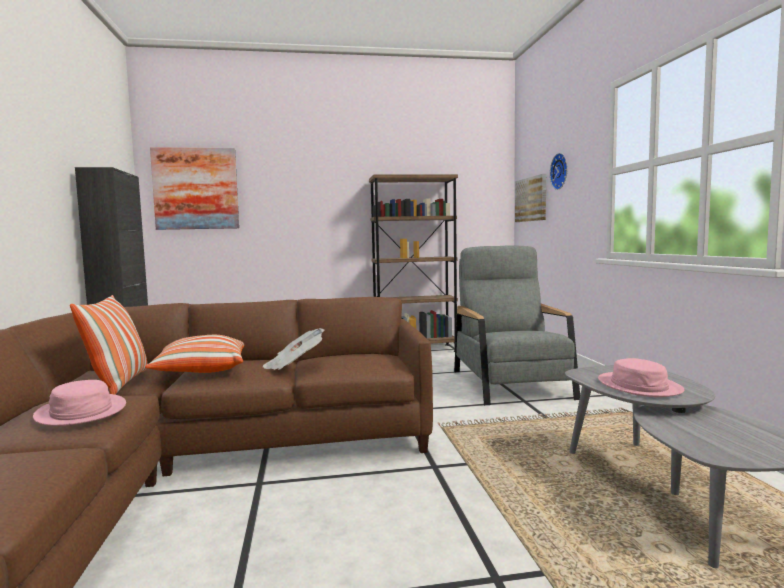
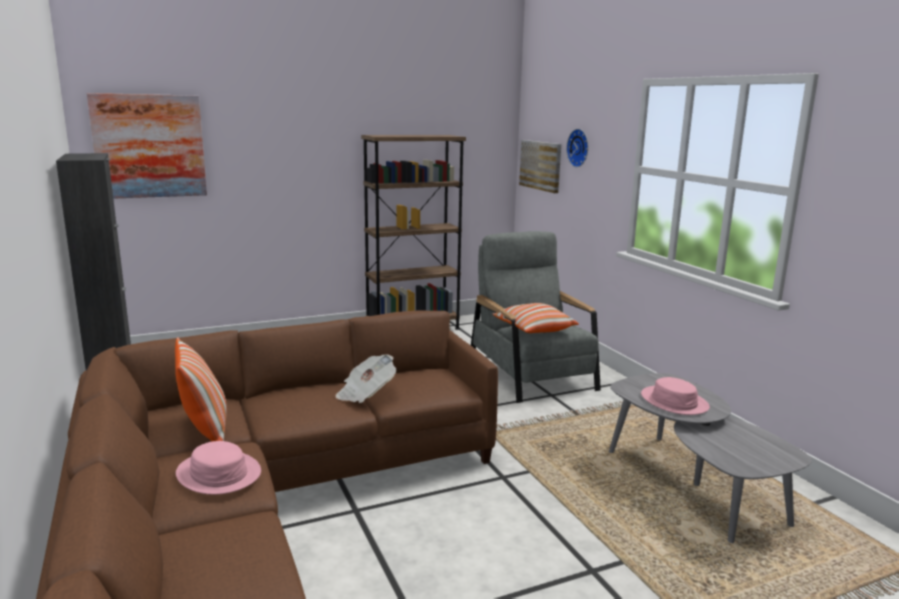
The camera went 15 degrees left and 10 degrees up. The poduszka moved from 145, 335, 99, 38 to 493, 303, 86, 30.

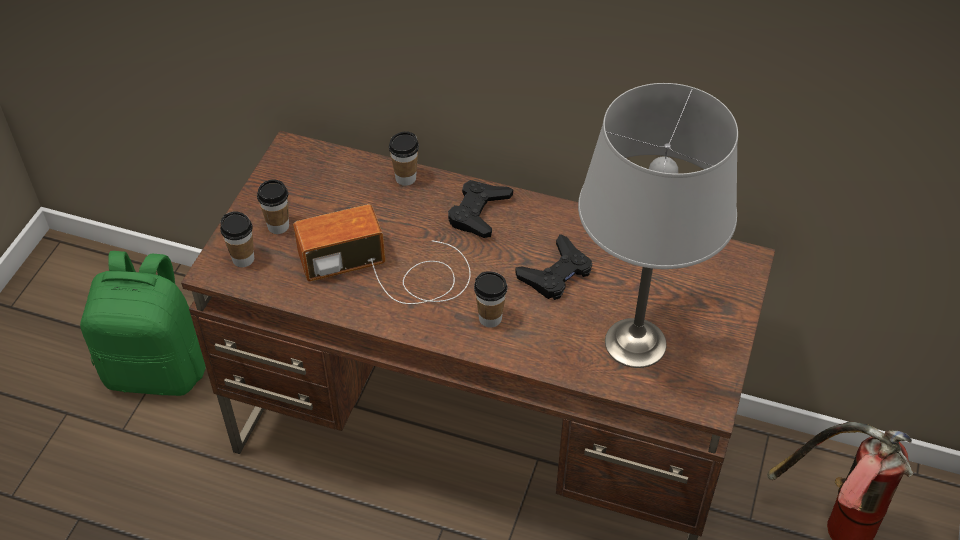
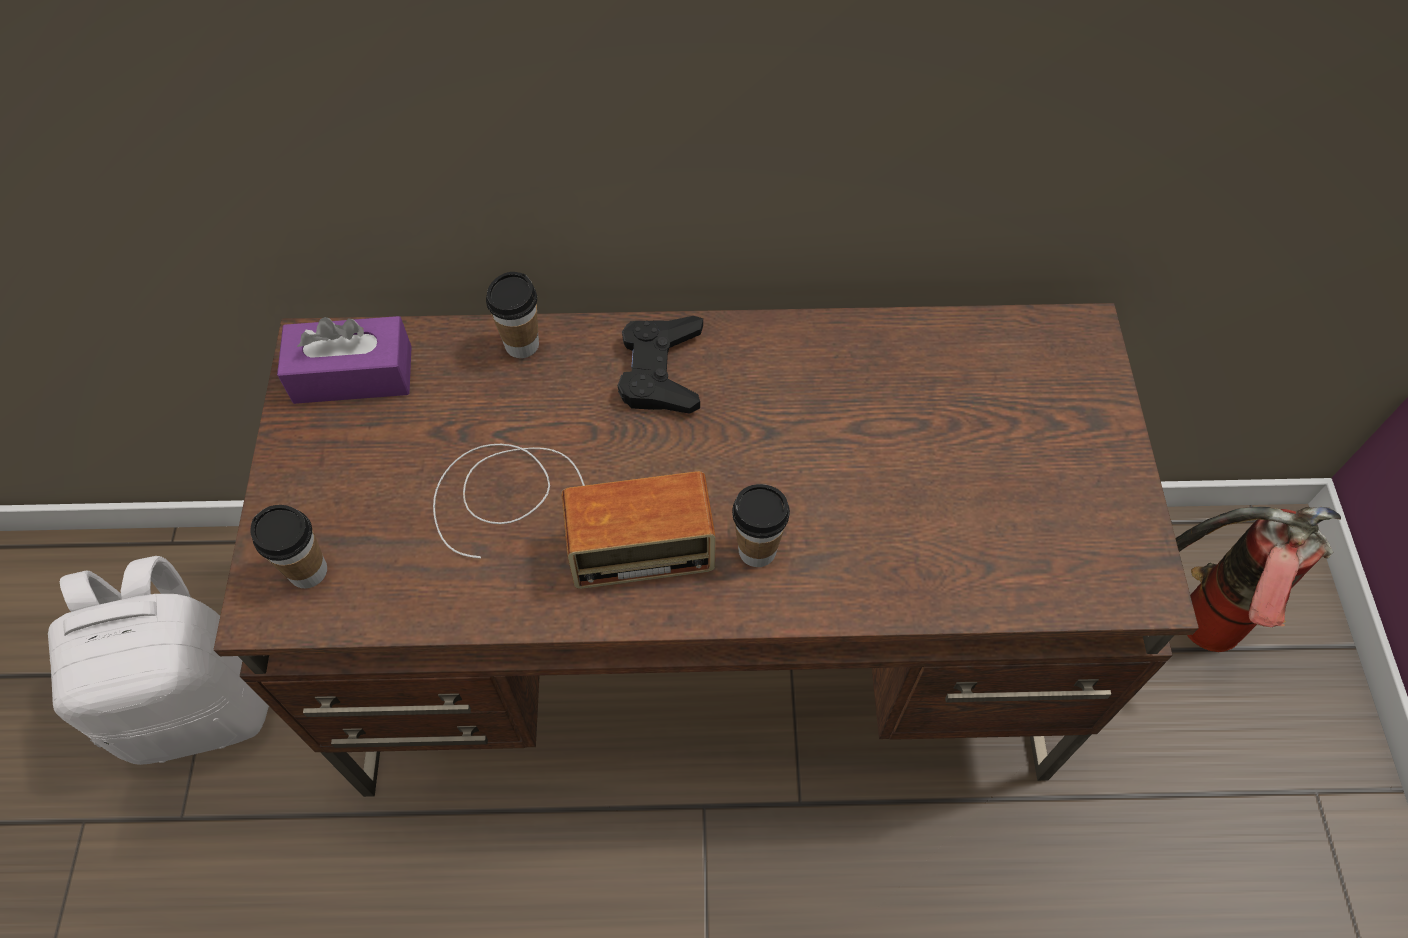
The camera went 20 degrees left and 10 degrees up. The lampa stołowa/szary at 578, 83, 160, 285 disappeared. The filiżanka at 257, 180, 32, 54 disappeared. The radio at 293, 204, 178, 100 turned 150 degrees counterclockwise. The pad do gier/czarny at 515, 234, 77, 66 disappeared. The plecak/zielony at 80, 251, 126, 145 became the plecak/biały at 48, 556, 221, 209. The pudełko chusteczek/fioletowy at 277, 316, 135, 88 appeared.

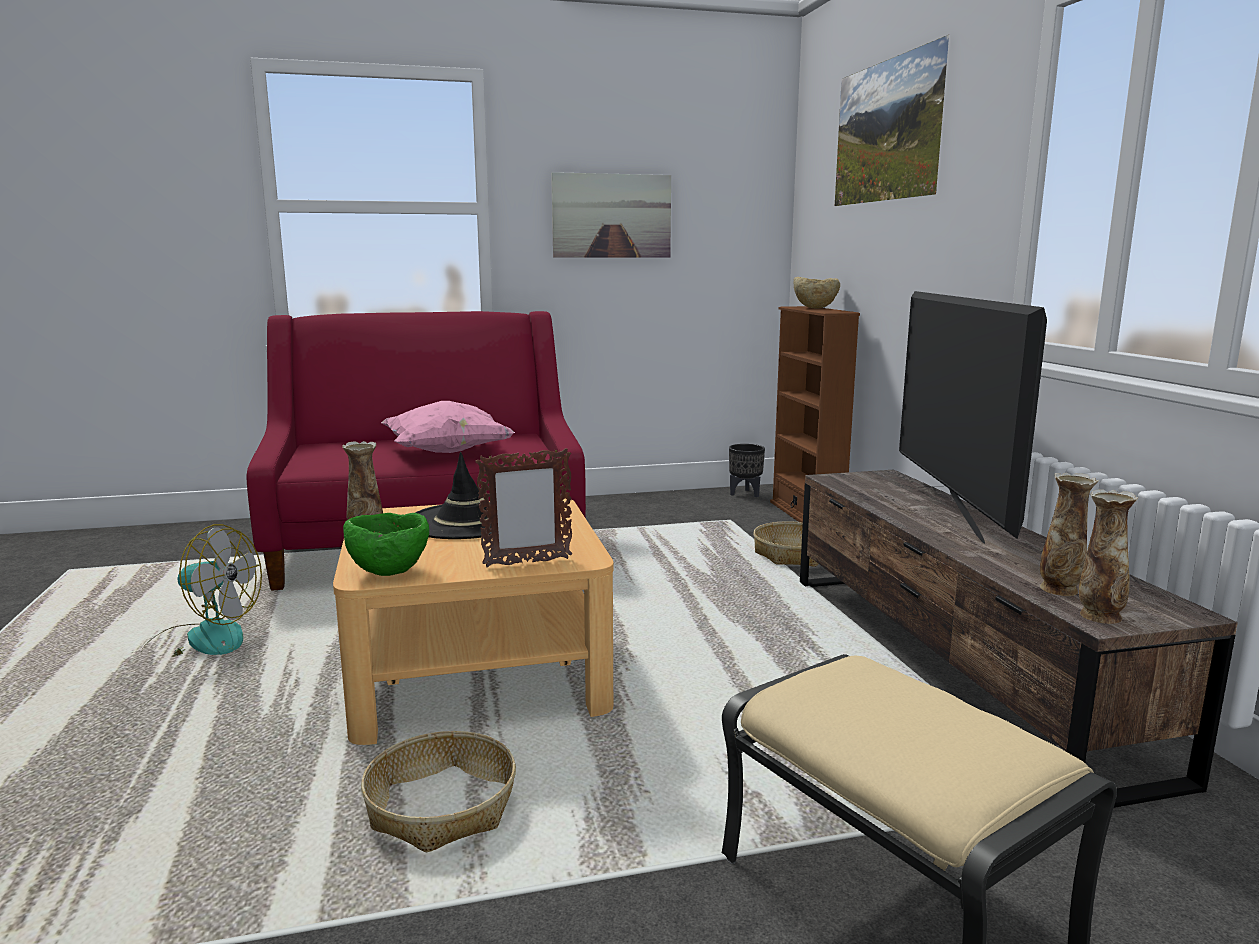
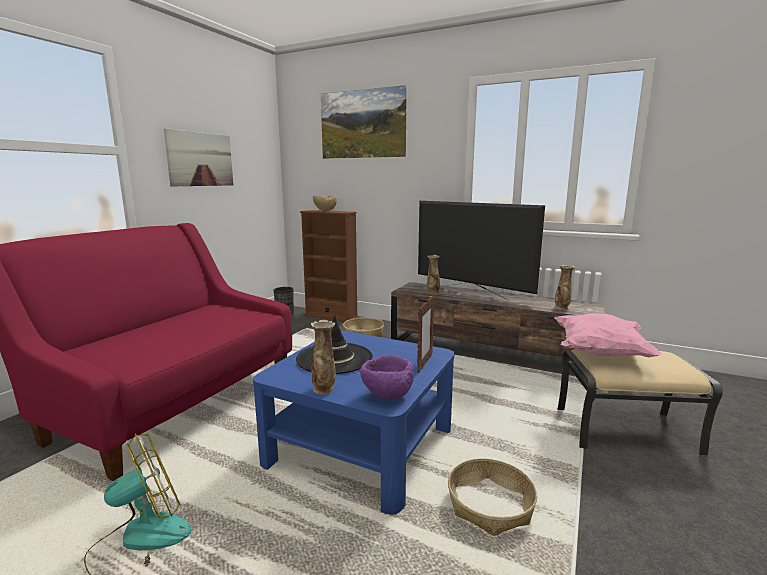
The camera went 50 degrees left and 0 degrees up. The poduszka/różowy moved from 381, 401, 134, 52 to 554, 313, 107, 45. The wazon moved from 1079, 489, 60, 135 to 427, 255, 13, 40. The ława/beżowy at 333, 499, 281, 246 became the ława/niebieski at 253, 331, 201, 184. The miska/zielony at 343, 513, 86, 63 became the miska/fioletowy at 360, 355, 54, 45.

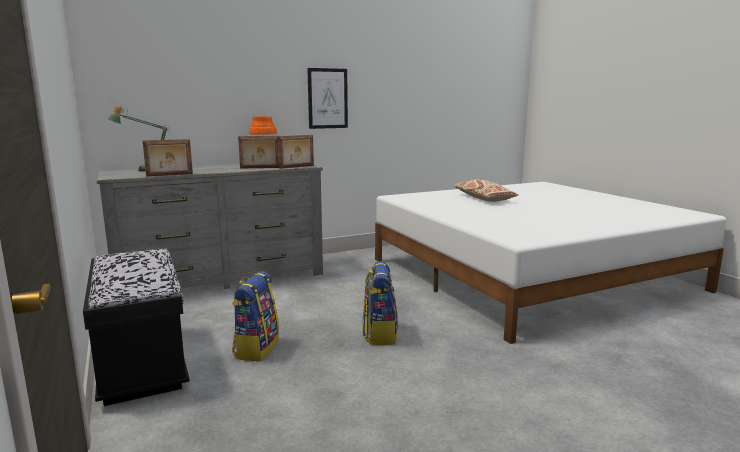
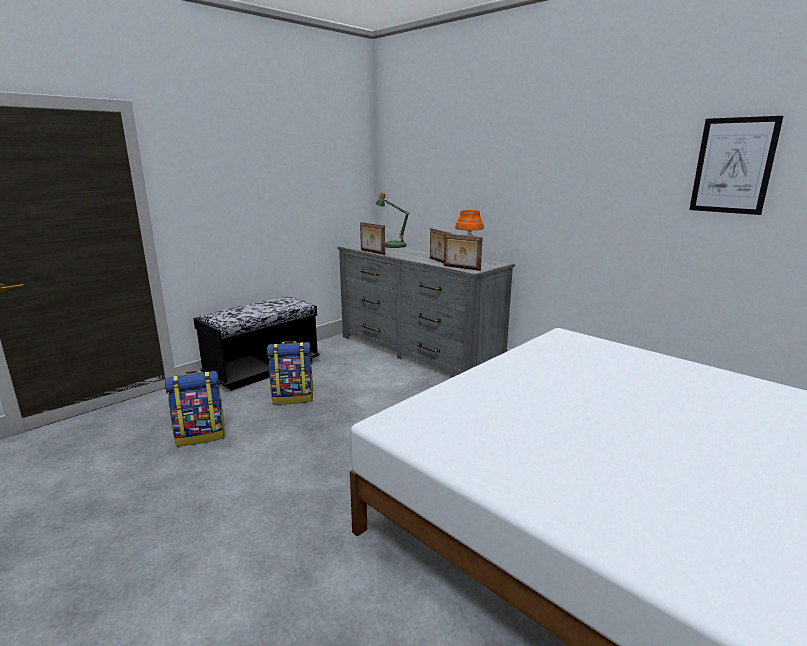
The camera went 70 degrees right and 5 degrees up. The obraz moved from 307, 68, 41, 61 to 689, 116, 94, 99. The poduszka/beżowy at 454, 180, 64, 22 disappeared. The plecak moved from 362, 261, 36, 84 to 165, 371, 60, 76.

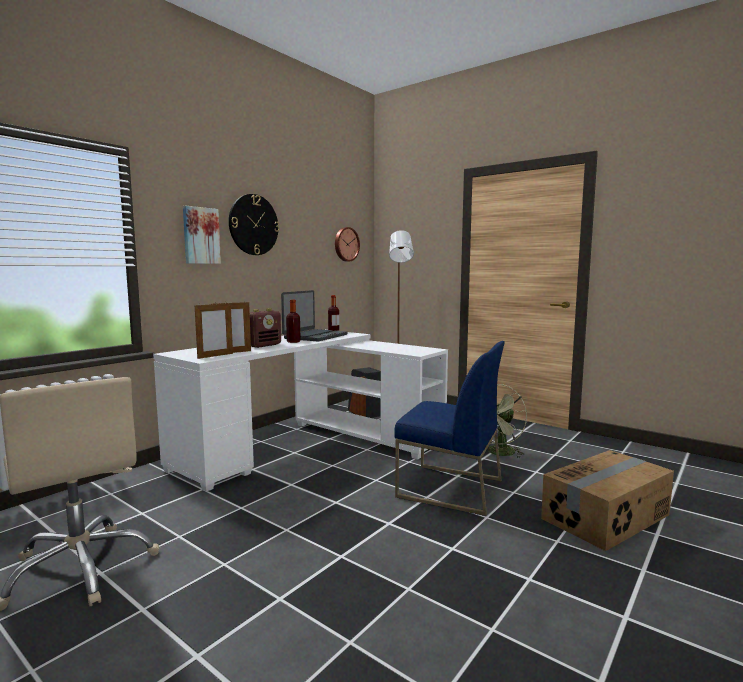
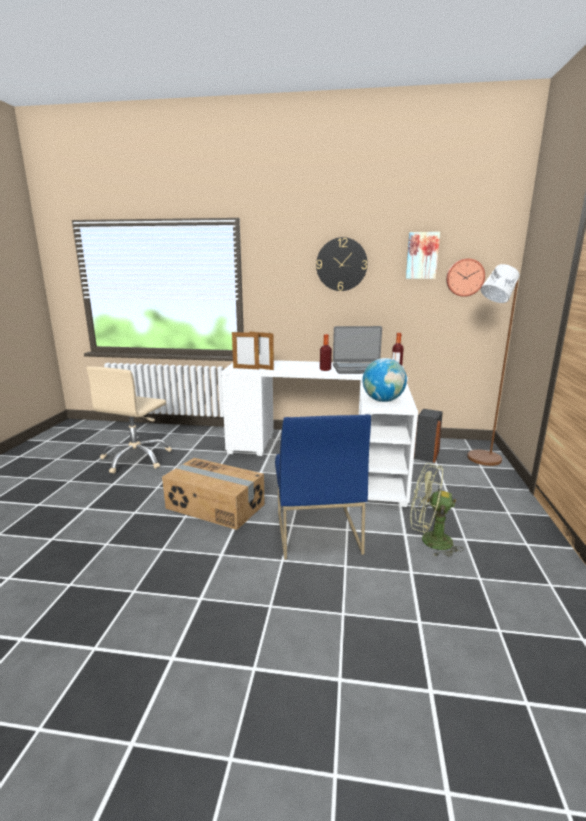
The camera went 60 degrees right and 10 degrees up. The obraz moved from 183, 206, 38, 58 to 406, 232, 34, 47. The radio at 250, 308, 31, 40 disappeared. The karton moved from 541, 450, 133, 101 to 162, 458, 103, 72. The globus at 363, 358, 44, 44 appeared.

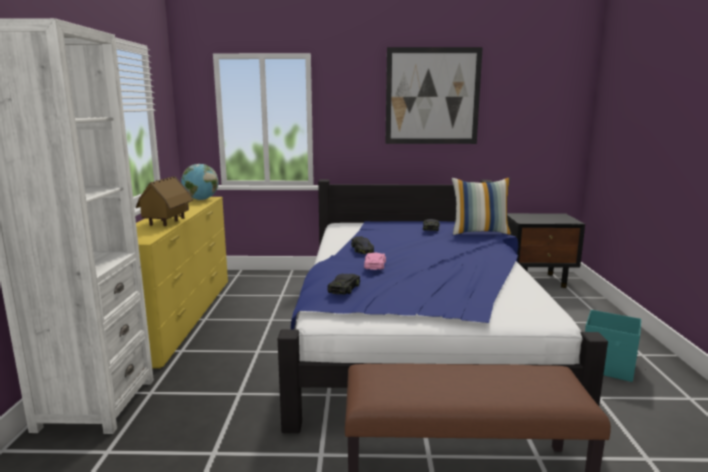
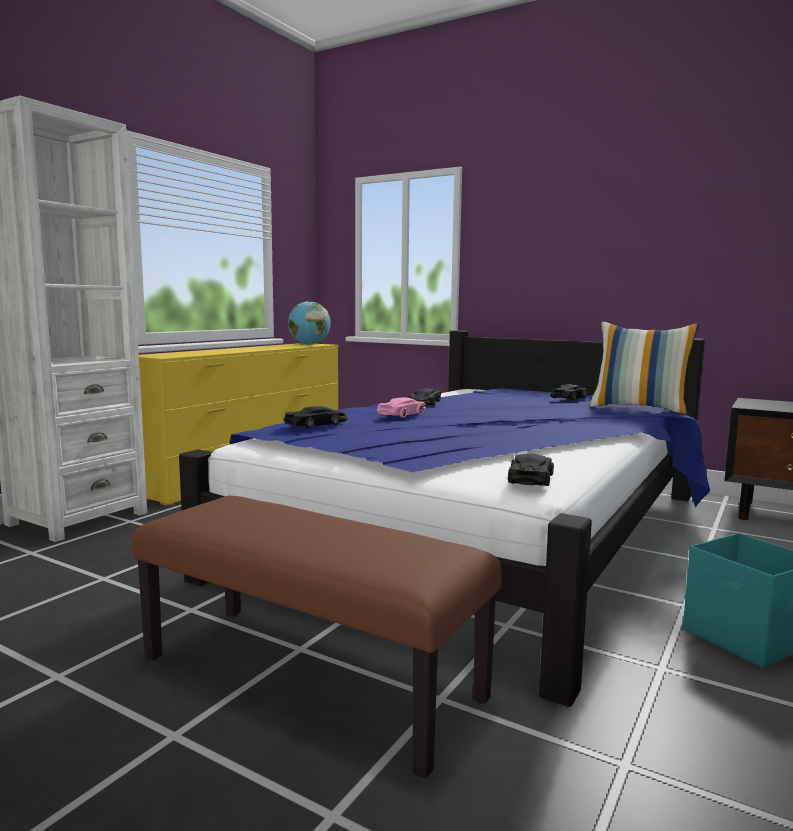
The camera went 30 degrees right and 5 degrees down. The obraz at 385, 47, 98, 97 disappeared. The domek at 136, 176, 57, 50 disappeared. The samochodzik/czarny at 508, 454, 46, 32 appeared.

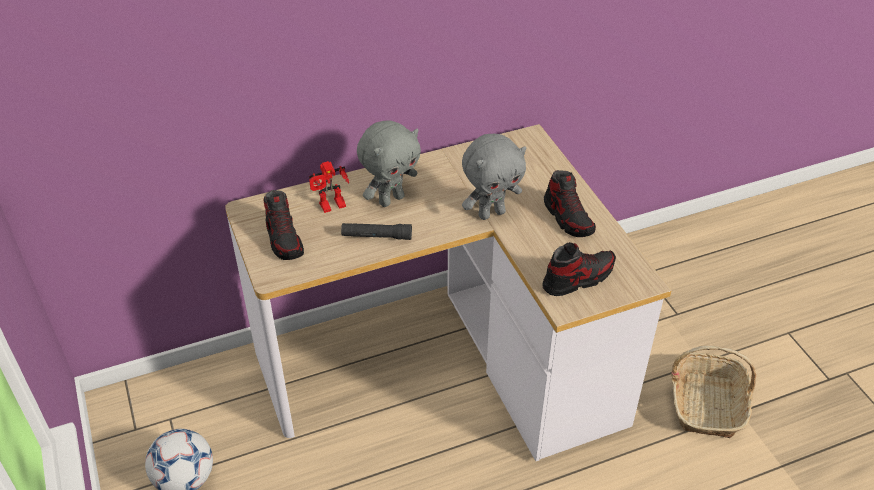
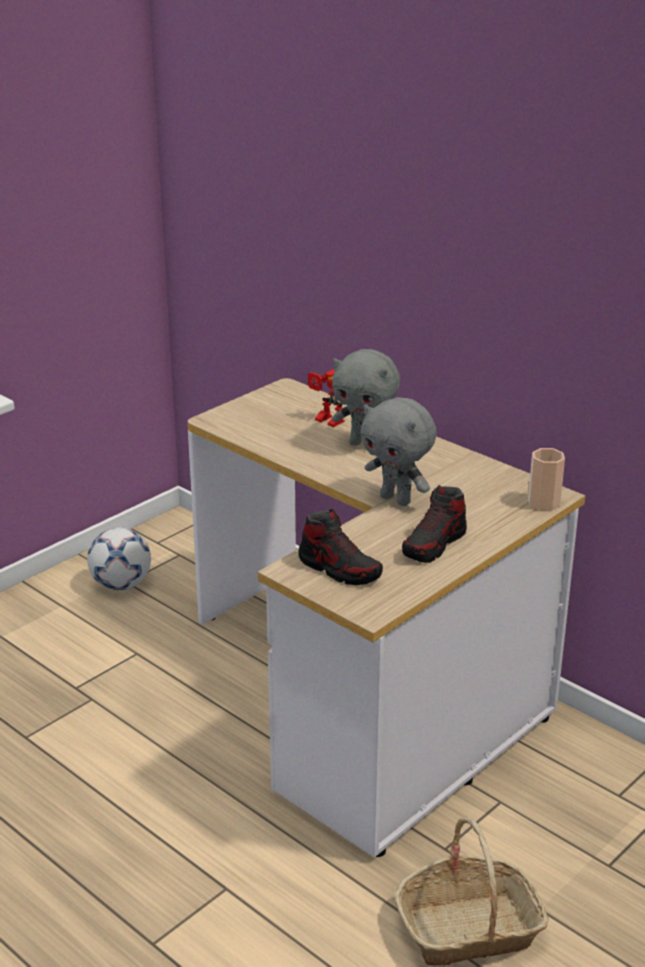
The camera went 65 degrees right and 15 degrees down. The but at 263, 190, 41, 70 disappeared. The latarka/czarny at 341, 223, 71, 17 disappeared. The filiżanka at 528, 448, 37, 62 appeared.

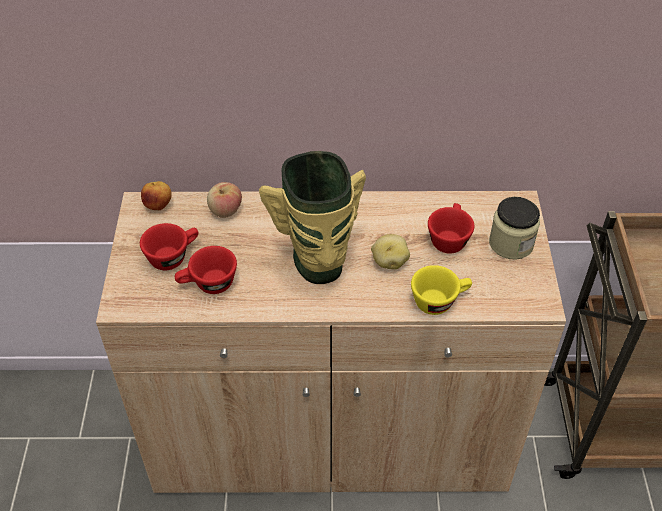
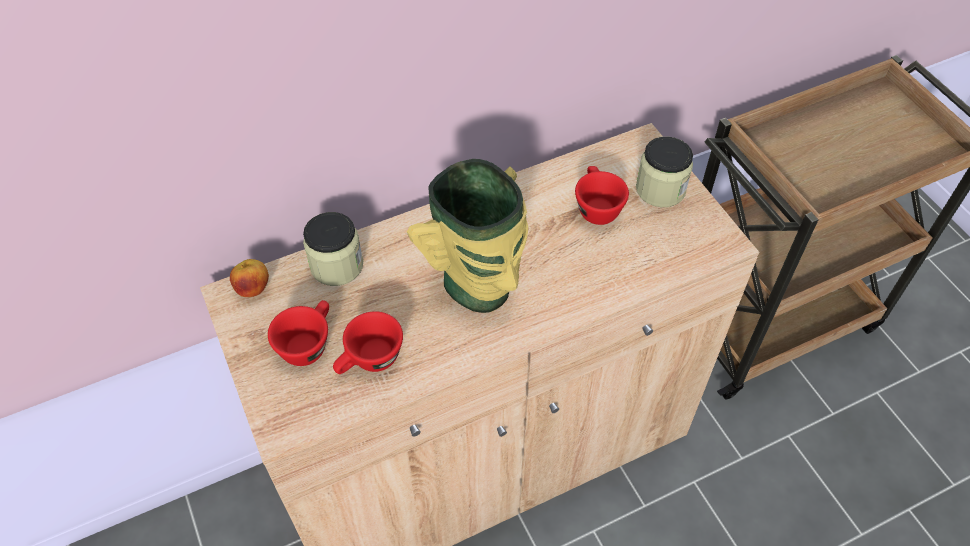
The camera went 25 degrees left and 5 degrees up. The jabłko at 207, 182, 35, 36 was replaced by the słoik at 303, 212, 60, 74. The ziemniak at 371, 234, 39, 36 disappeared. The filiżanka/żółty at 411, 265, 61, 50 disappeared.

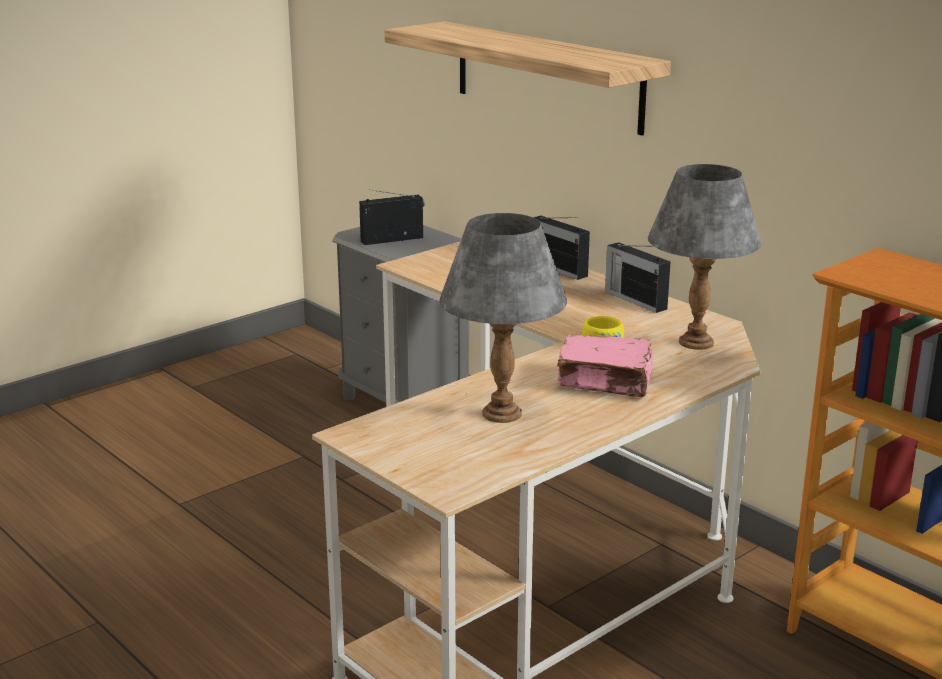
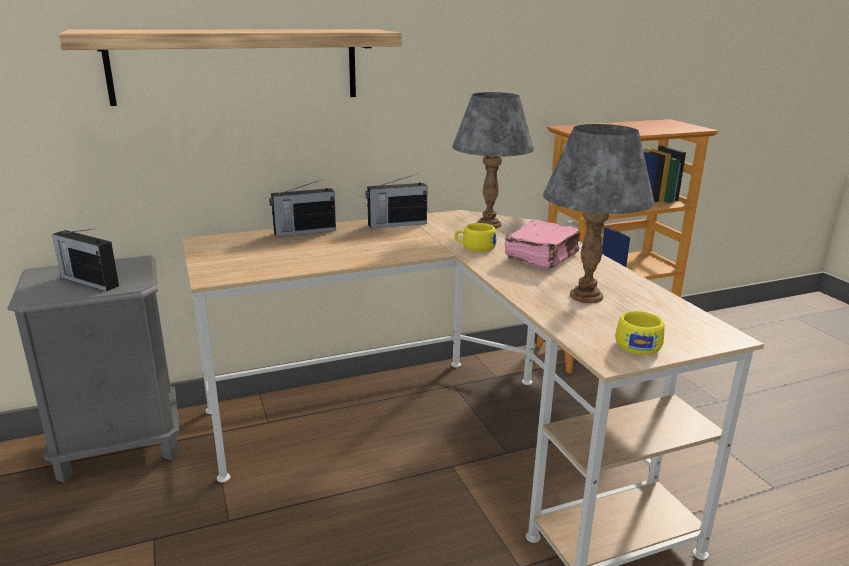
The camera went 70 degrees left and 0 degrees up. The radio at 359, 190, 65, 55 turned 60 degrees counterclockwise. The filiżanka/żółty at 615, 311, 50, 44 appeared.

